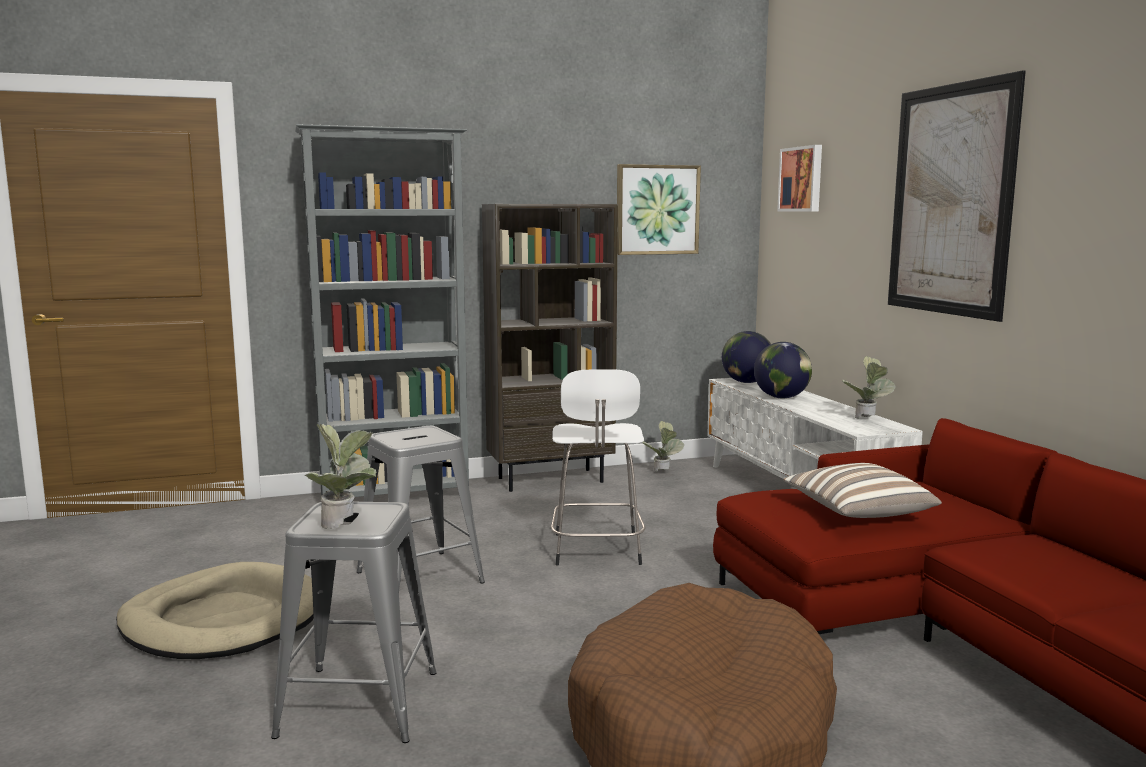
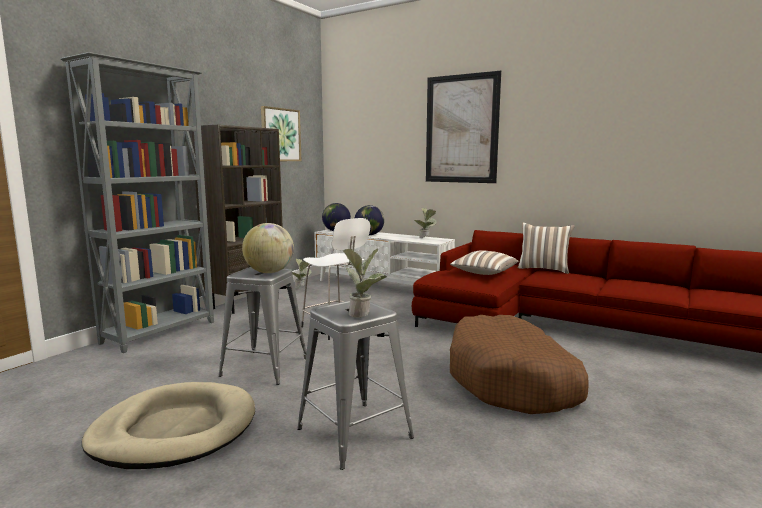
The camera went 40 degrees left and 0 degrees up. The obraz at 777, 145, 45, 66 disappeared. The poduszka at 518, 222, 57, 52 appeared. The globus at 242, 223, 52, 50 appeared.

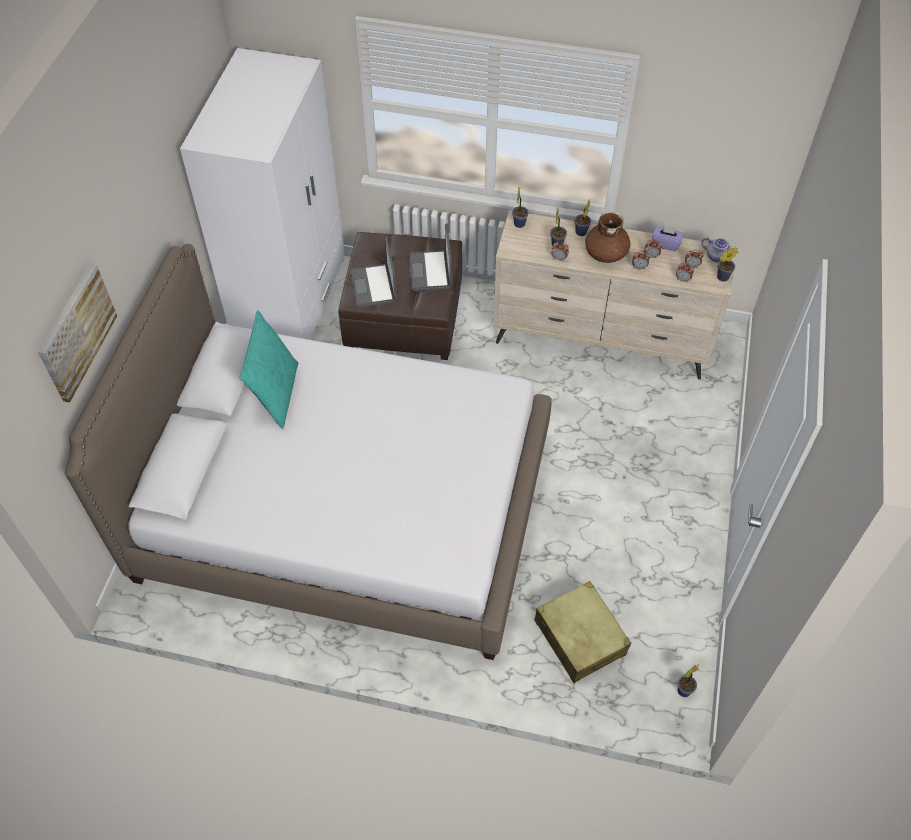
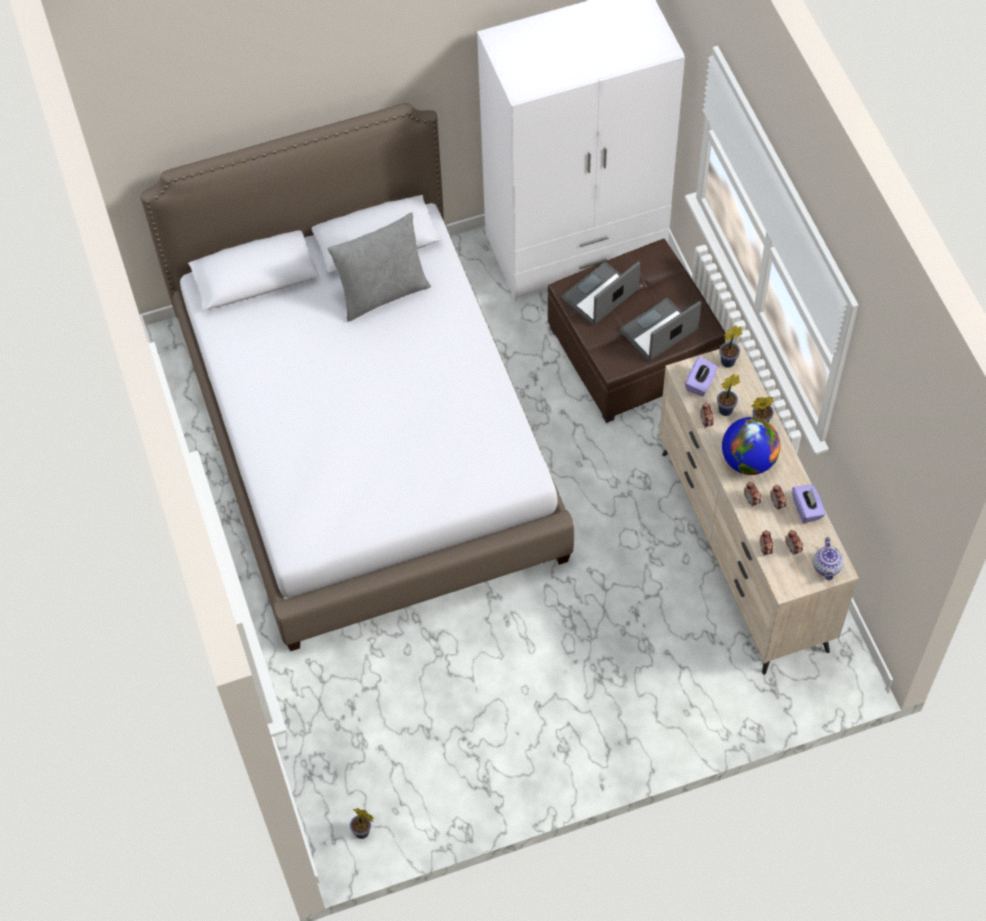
The camera went 60 degrees right and 5 degrees up. The wazon/brązowy at 585, 211, 46, 52 was replaced by the globus at 722, 417, 58, 58. The roślina doniczkowa at 717, 247, 21, 35 disappeared. The obraz at 38, 264, 79, 139 disappeared. The poduszka/turkusowy at 240, 310, 58, 119 became the poduszka/szary at 328, 212, 103, 110. The walizka/beżowy at 534, 581, 97, 102 disappeared. The pudełko chusteczek/fioletowy at 685, 356, 33, 40 appeared.

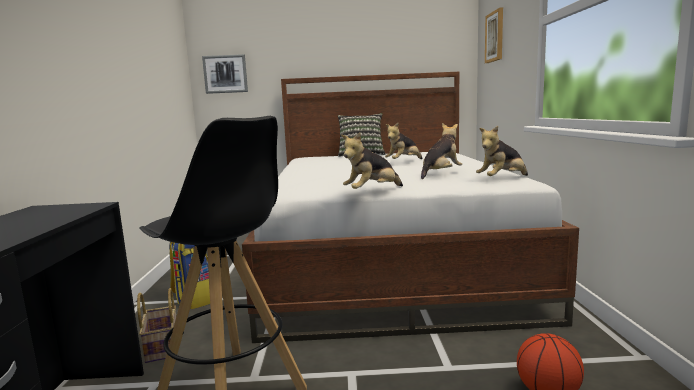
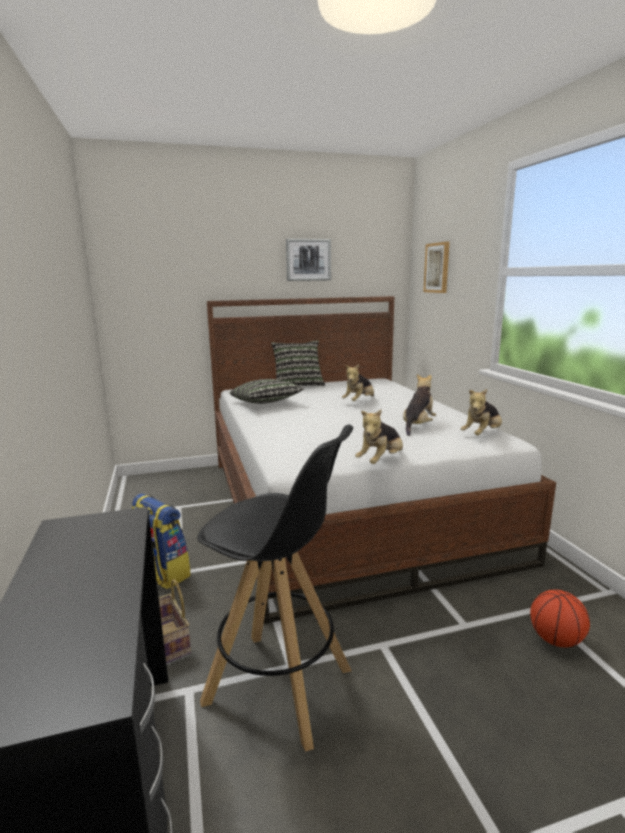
The camera went 15 degrees left and 5 degrees up. The obraz moved from 202, 54, 46, 40 to 286, 239, 45, 42. The poduszka at 230, 379, 74, 25 appeared.

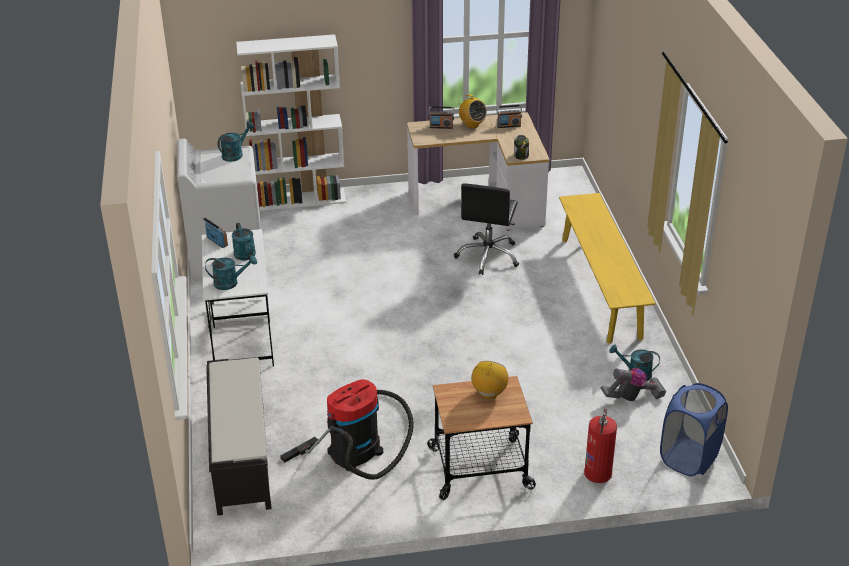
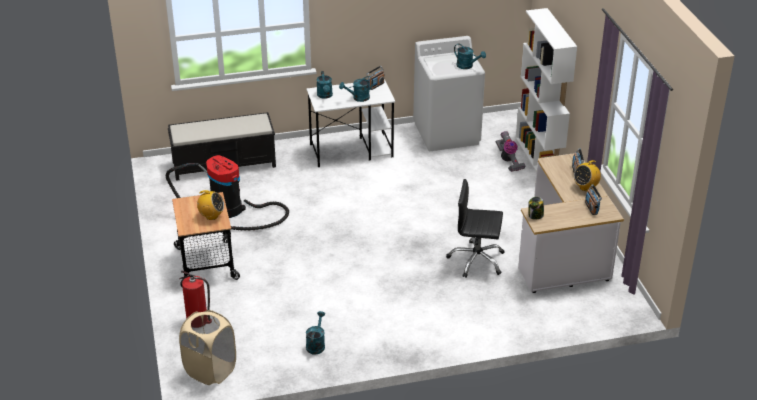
The camera went 85 degrees right and 0 degrees up. The ławka/żółty at 559, 193, 97, 151 disappeared. The odkurzacz moved from 601, 368, 65, 33 to 496, 131, 29, 41. The kosz na pranie/niebieski at 660, 383, 68, 94 became the kosz na pranie/beżowy at 179, 310, 57, 75.

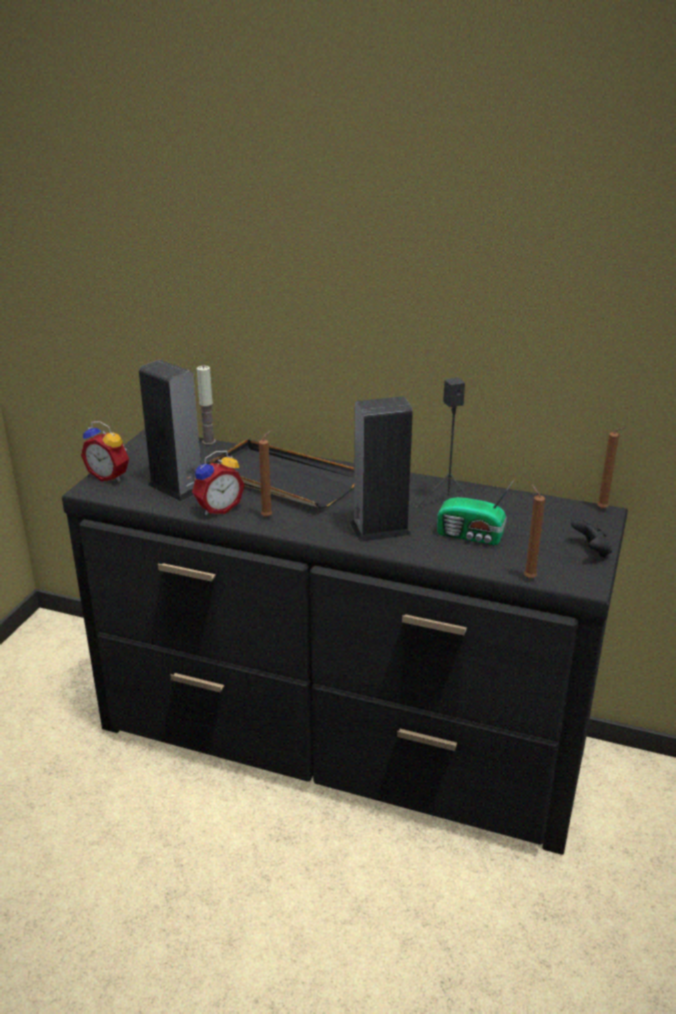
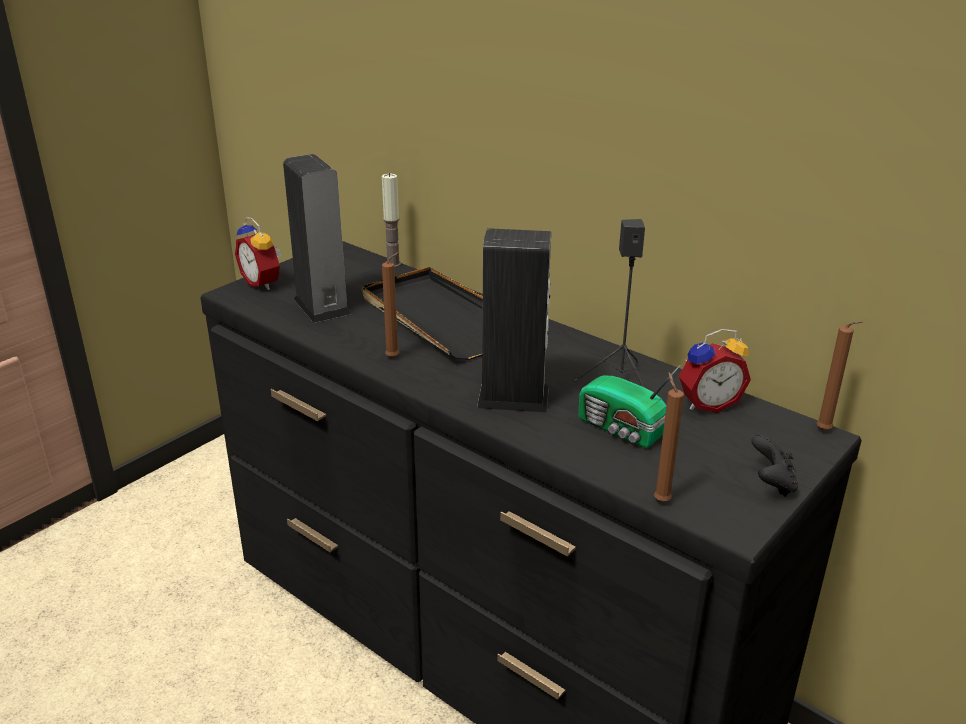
The camera went 20 degrees right and 0 degrees up. The budzik moved from 192, 451, 53, 64 to 679, 329, 72, 84.

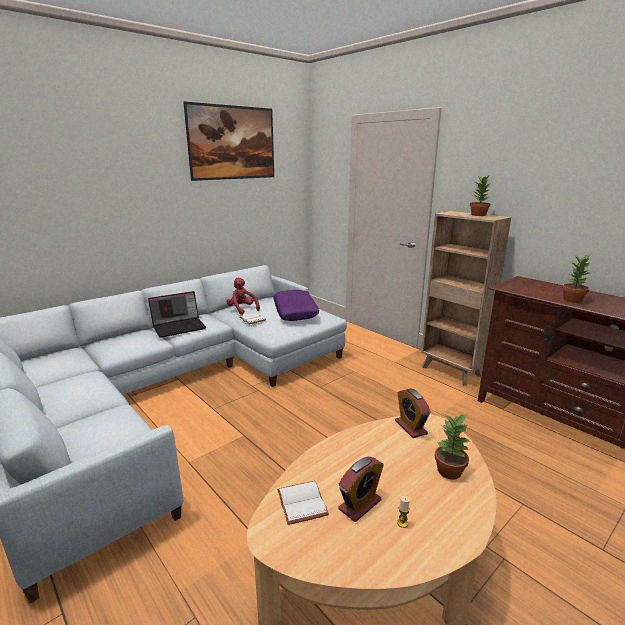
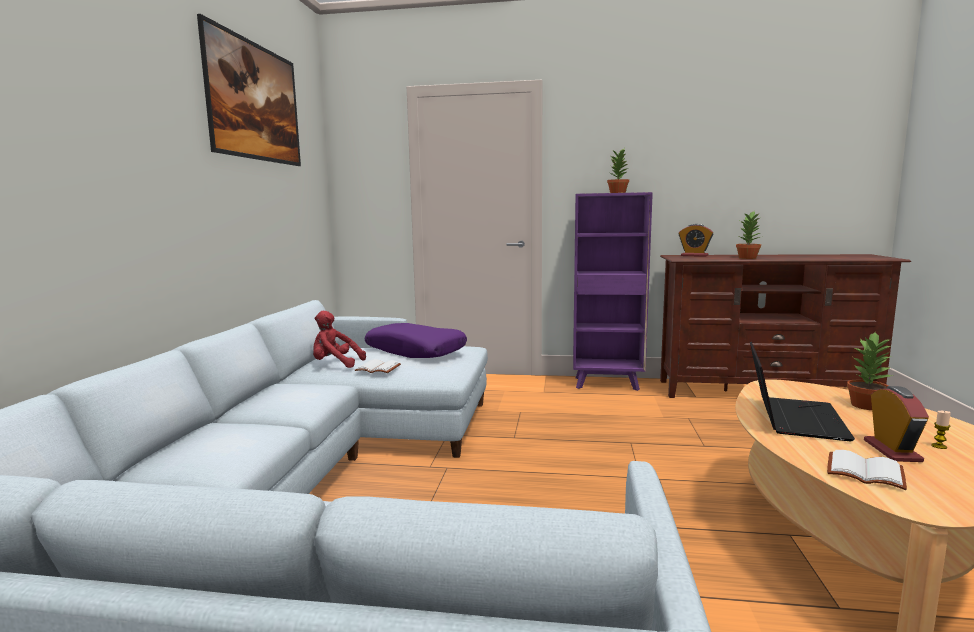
The camera went 40 degrees left and 10 degrees down. The regał/brązowy at 421, 211, 90, 175 became the regał/fioletowy at 573, 192, 80, 199. The laptop moved from 148, 291, 58, 47 to 750, 341, 105, 100. The budzik moved from 395, 388, 36, 50 to 679, 224, 34, 33.

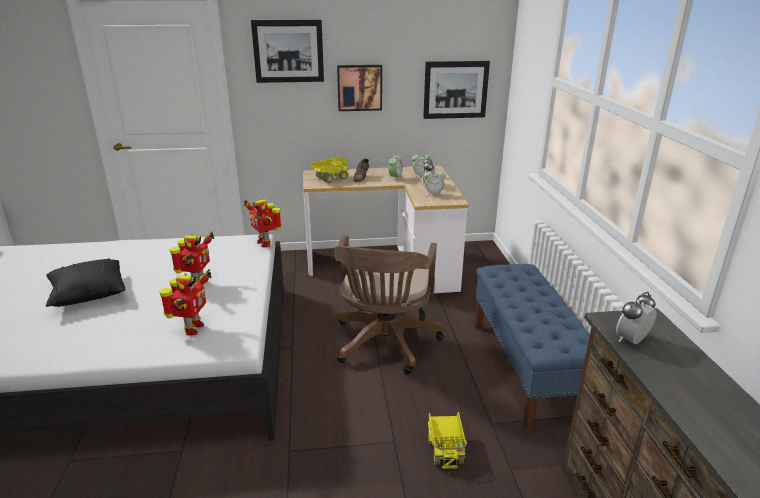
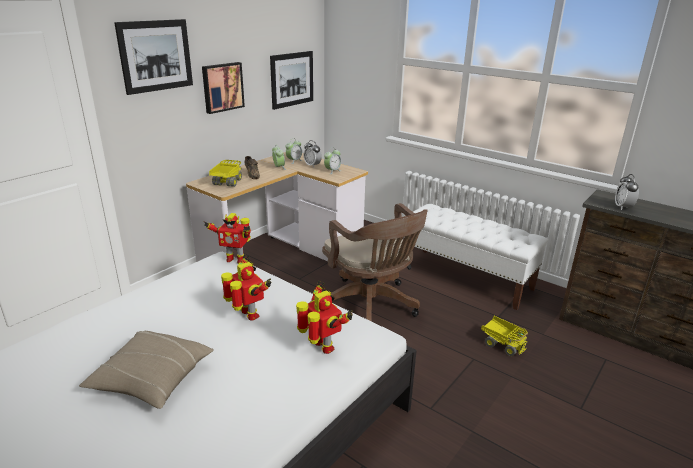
The camera went 45 degrees left and 0 degrees up. The poduszka/czarny at 46, 258, 79, 49 became the poduszka/beżowy at 79, 331, 135, 78. The ławka/niebieski at 474, 264, 116, 167 became the ławka/biały at 404, 204, 144, 106.

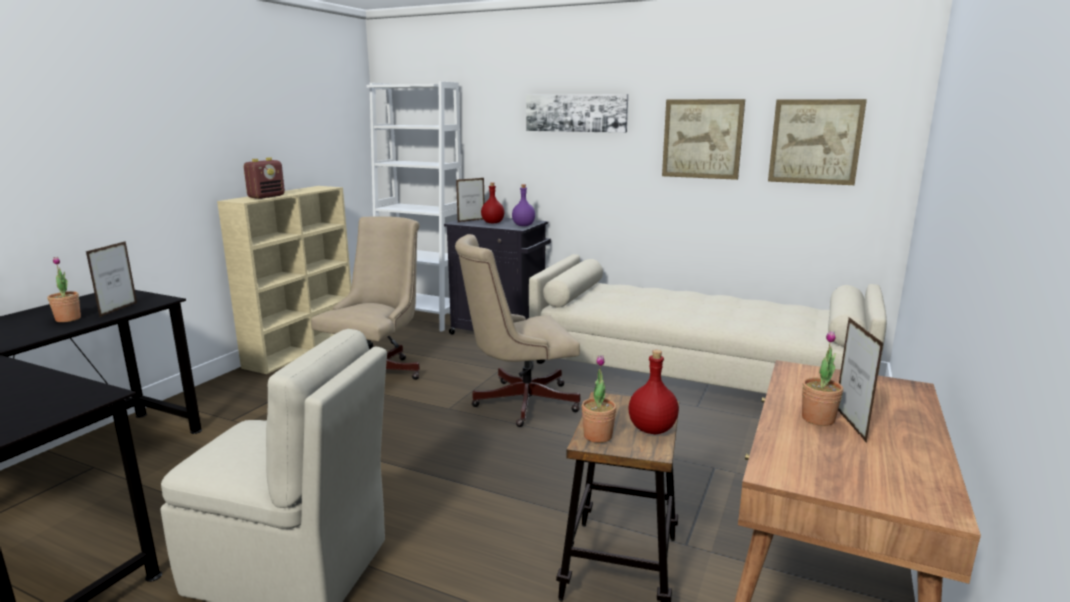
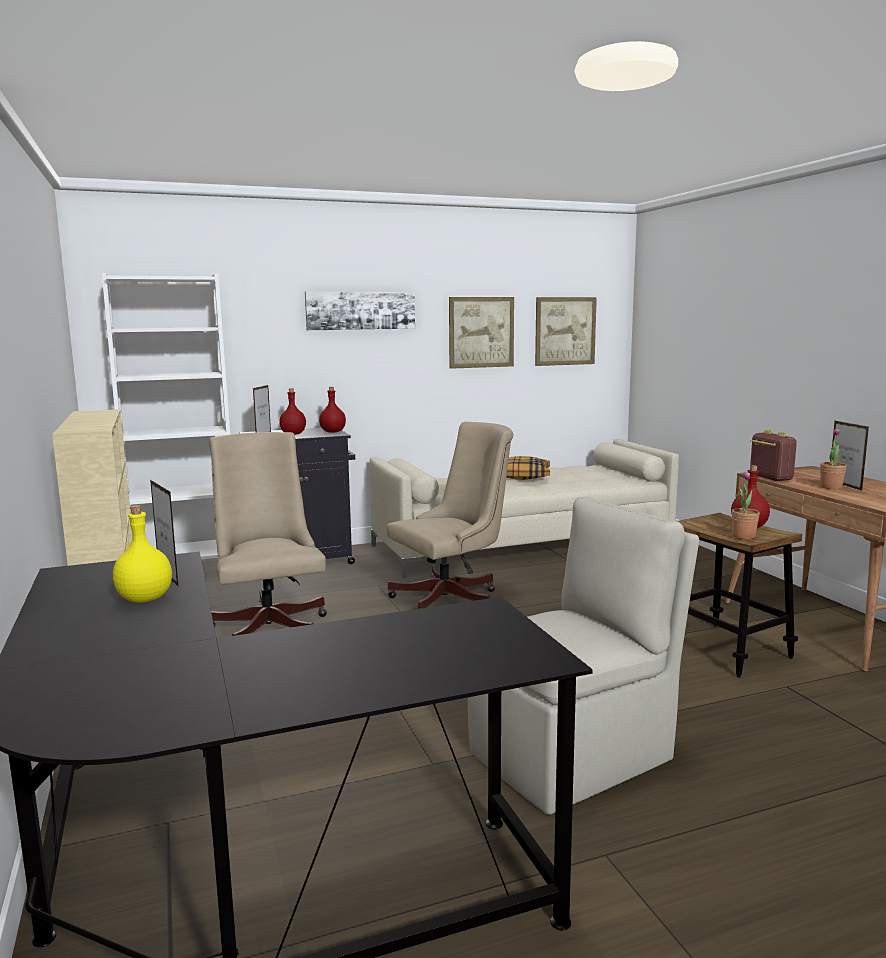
The camera went 45 degrees left and 5 degrees down. The radio moved from 244, 158, 41, 41 to 750, 430, 47, 51. The butelka/fioletowy at 512, 184, 23, 42 became the butelka/czerwony at 319, 387, 27, 46. The krzesło biurowe/beżowy at 455, 234, 125, 193 turned 150 degrees counterclockwise. The roślina doniczkowa at 48, 257, 33, 65 was replaced by the butelka/żółty at 113, 505, 59, 98. The ramka na zdjęcie at 838, 317, 45, 126 turned 150 degrees counterclockwise. The poduszka at 506, 456, 44, 24 appeared.

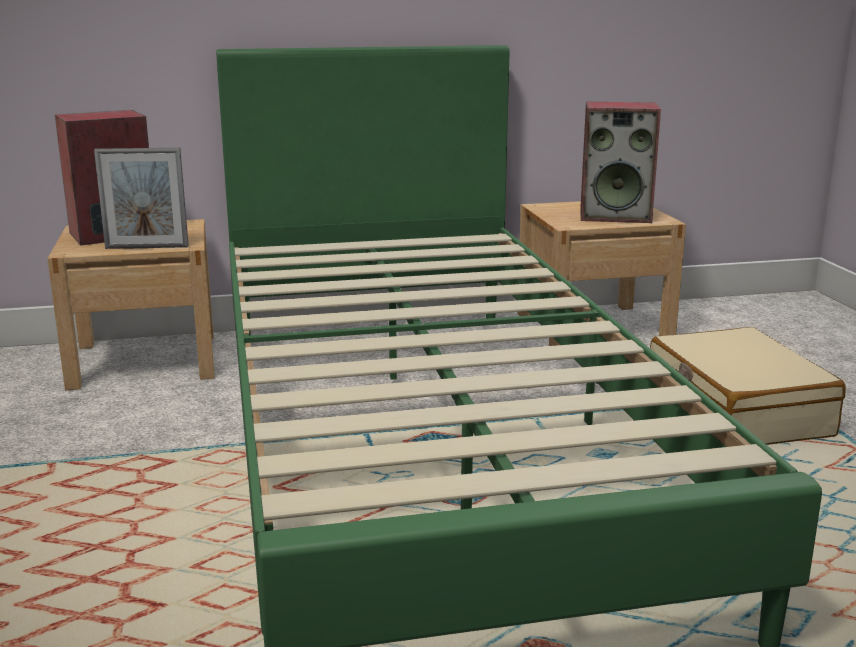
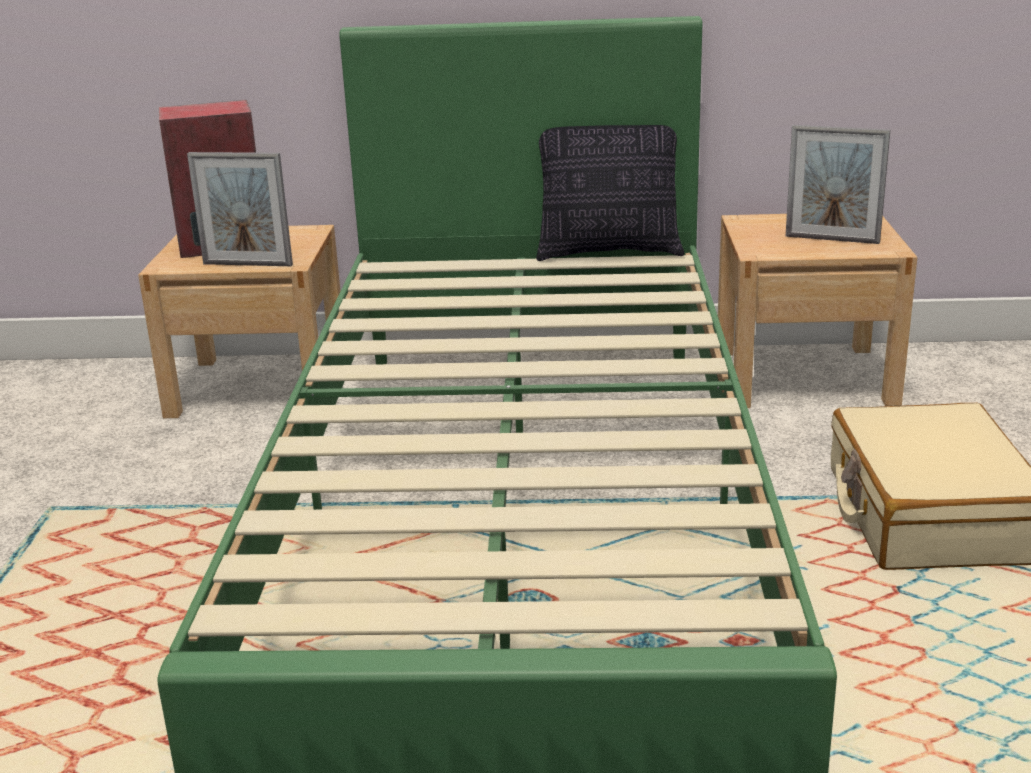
The camera went 15 degrees right and 5 degrees up. The głośnik at 580, 102, 81, 121 was replaced by the ramka na zdjęcie at 786, 125, 104, 119. The poduszka at 536, 125, 148, 136 appeared.

